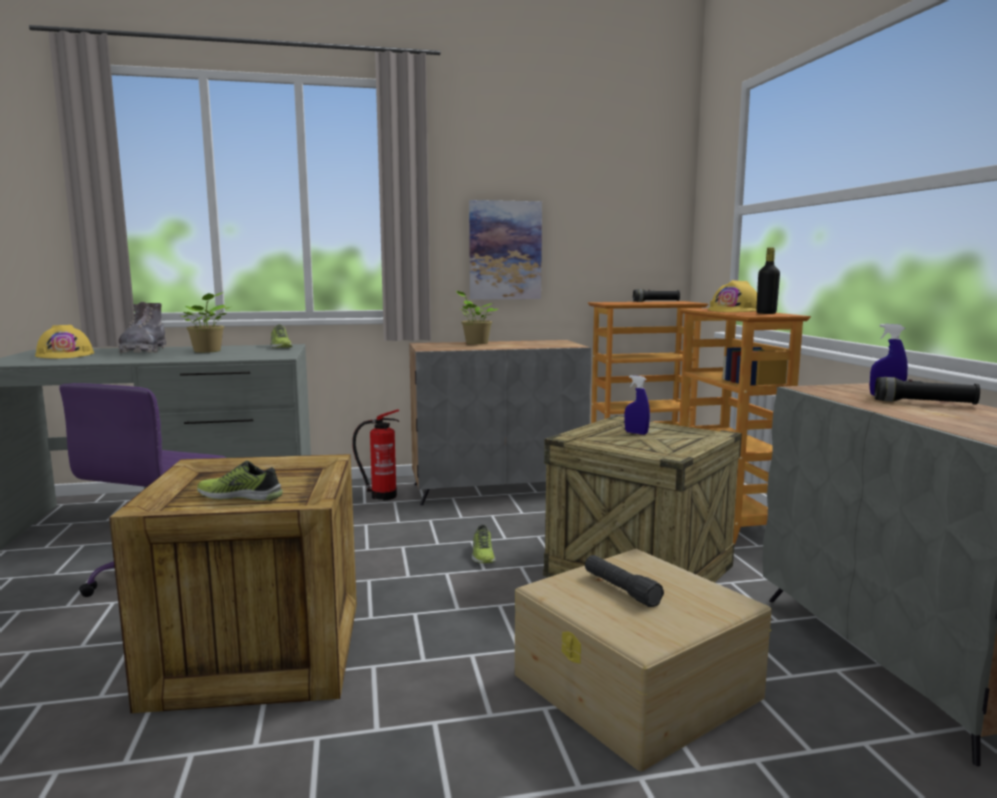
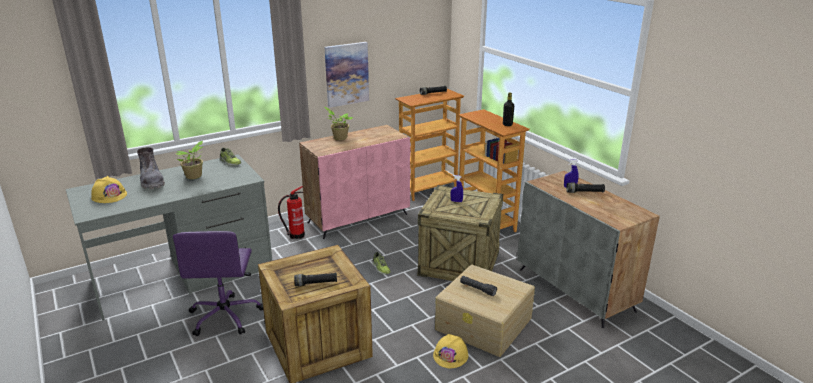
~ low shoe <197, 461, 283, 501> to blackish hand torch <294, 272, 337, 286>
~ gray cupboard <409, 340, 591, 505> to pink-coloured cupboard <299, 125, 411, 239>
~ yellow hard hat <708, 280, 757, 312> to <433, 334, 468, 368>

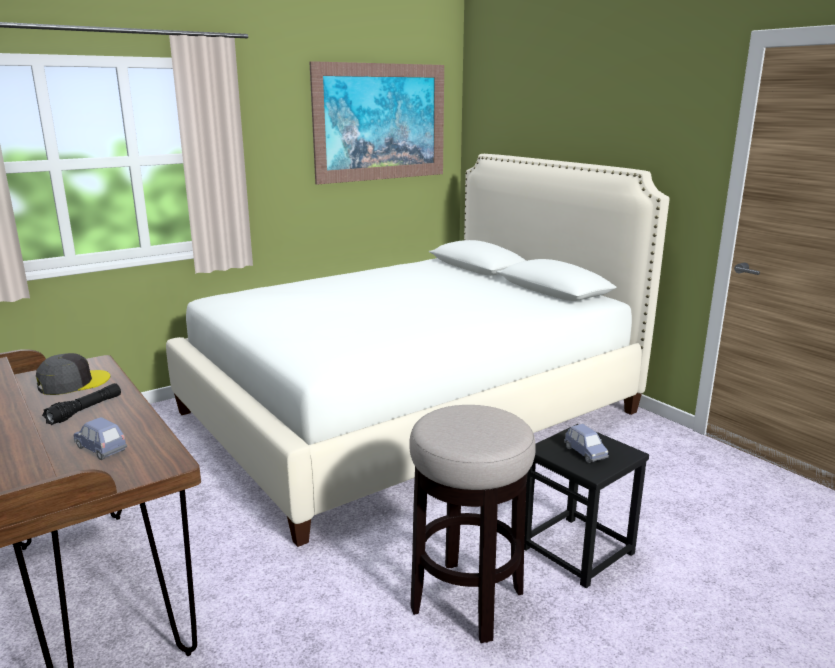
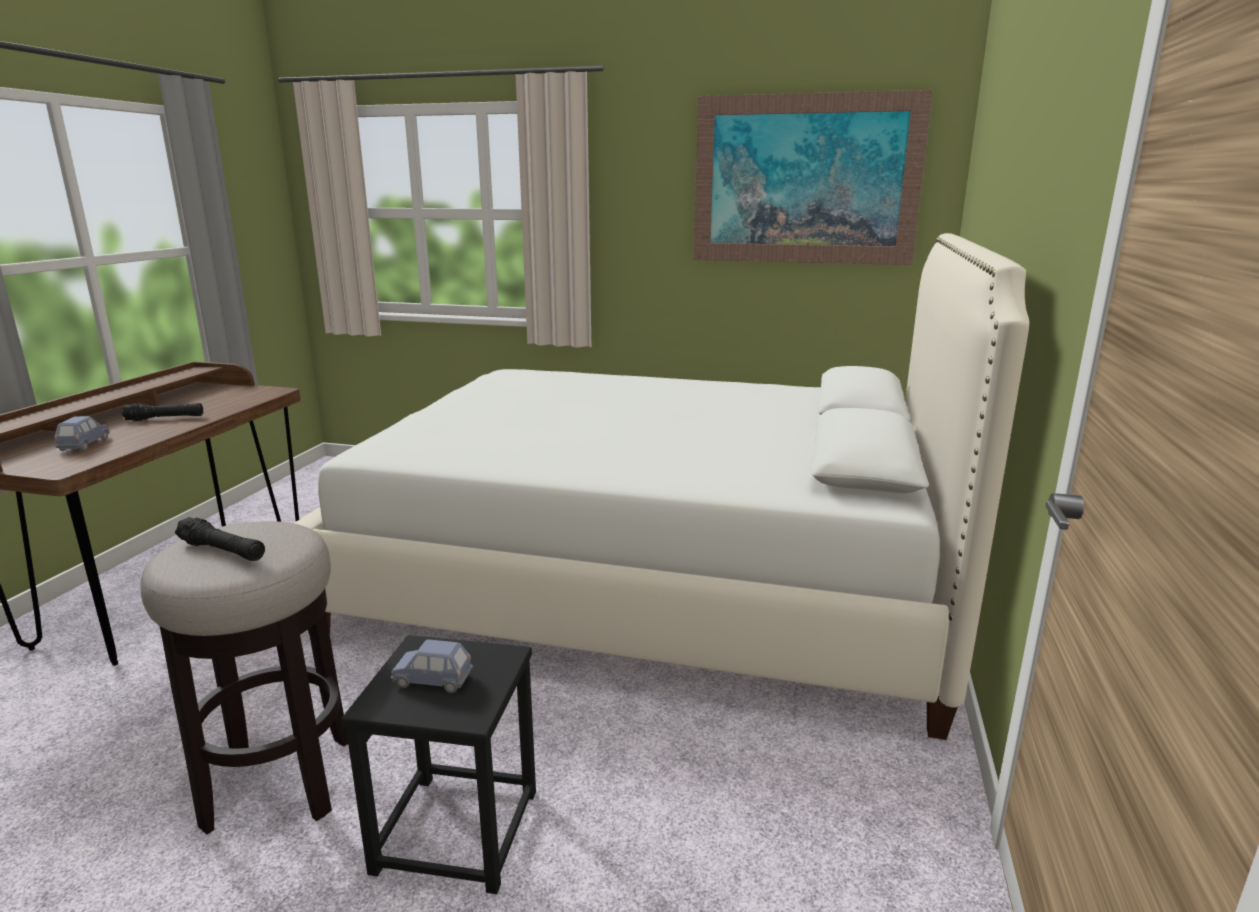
+ blackish hand torch <175, 517, 265, 561>
~ blue miniature car <564, 424, 609, 463> = <390, 639, 473, 693> 75 degrees clockwise
- gray baseball cap <36, 353, 110, 395>

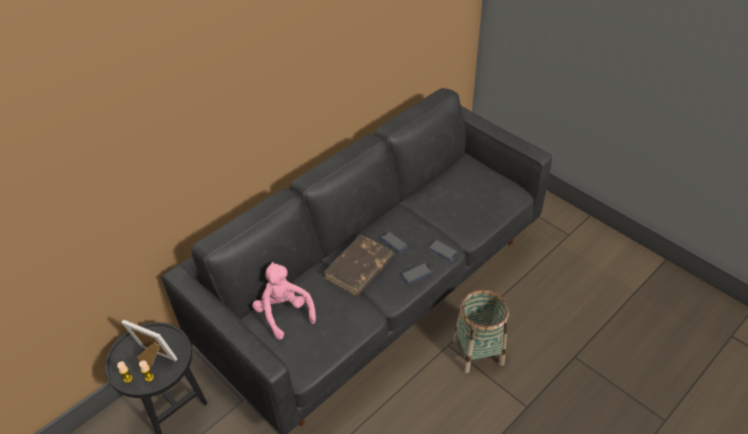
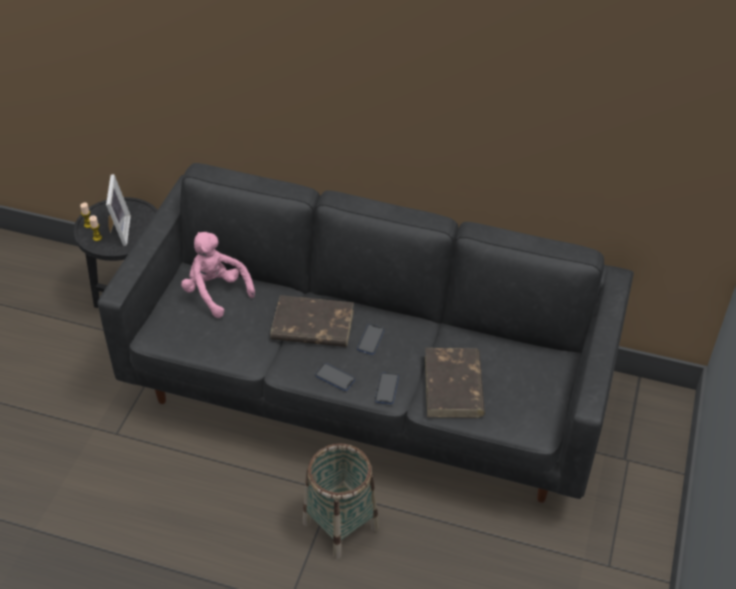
~ pink-coloured soft toy <252, 262, 316, 340> = <181, 232, 255, 318> 75 degrees counterclockwise
+ brown bound book <425, 348, 485, 418>

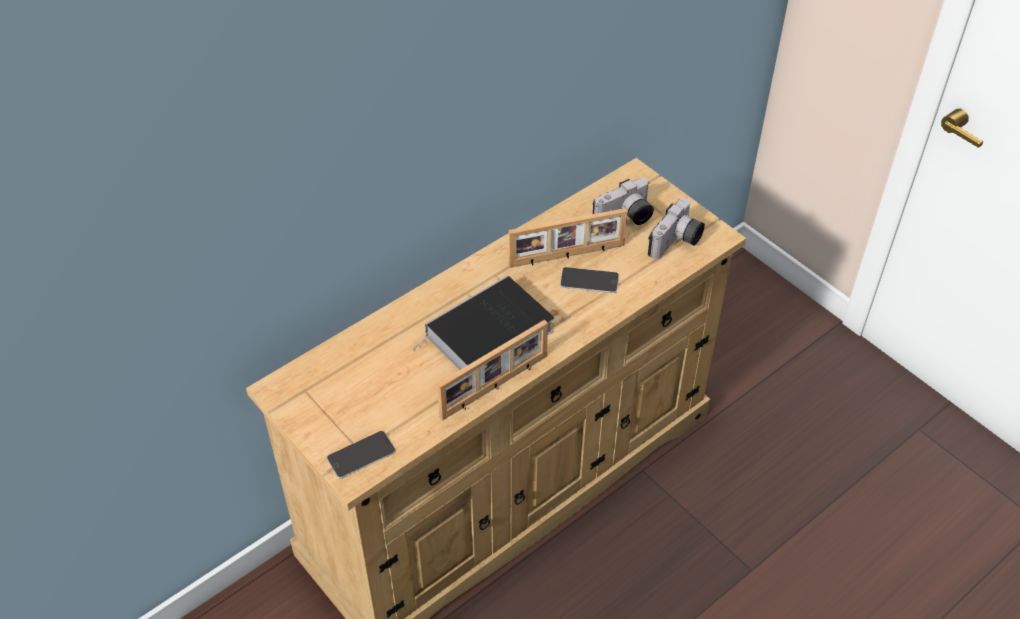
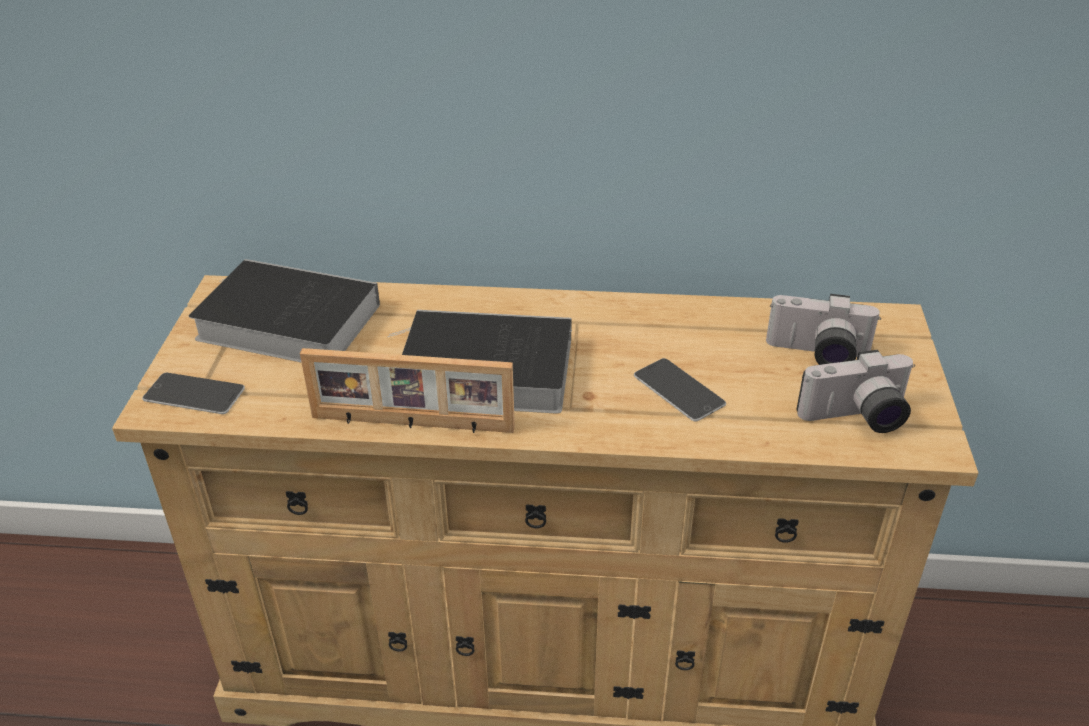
+ bound book <189, 259, 380, 362>
- picture frame <509, 208, 628, 268>

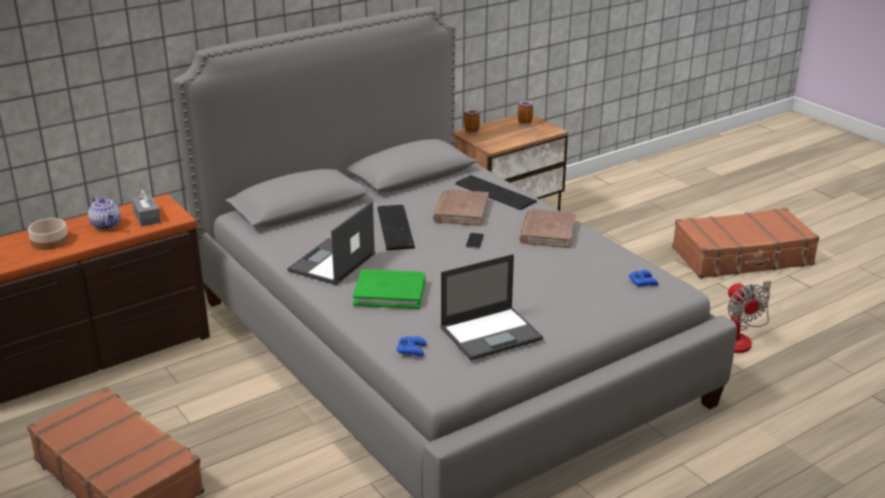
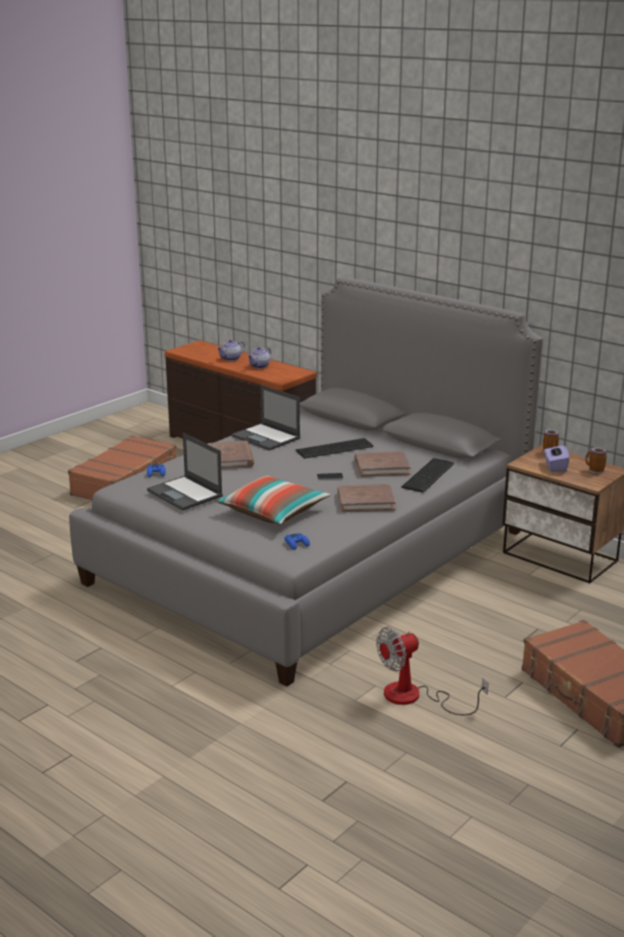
~ green-coloured bound book <353, 269, 425, 309> to brown bound book <208, 441, 254, 469>
~ deep dish <28, 218, 69, 250> to tea pot <217, 339, 245, 361>
+ pillow <217, 475, 330, 525>
~ laptop <287, 201, 375, 285> = <231, 385, 300, 451> 150 degrees counterclockwise
+ purple-coloured tissue holder <544, 444, 570, 472>
- gray tissue holder <132, 189, 161, 226>

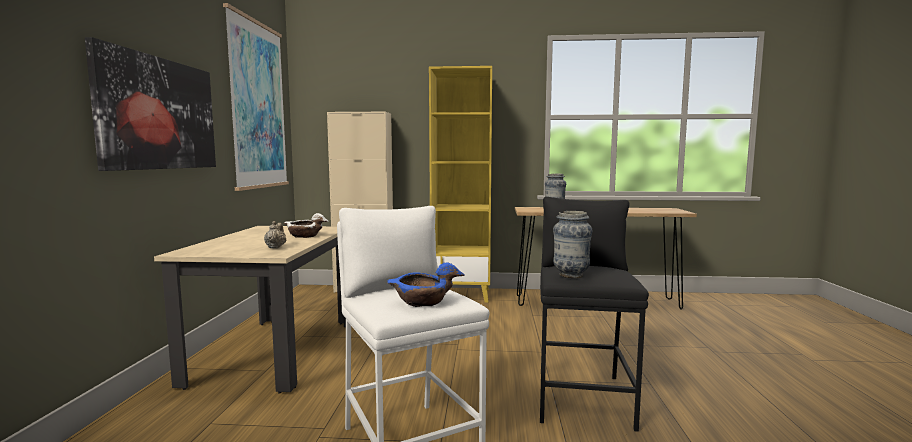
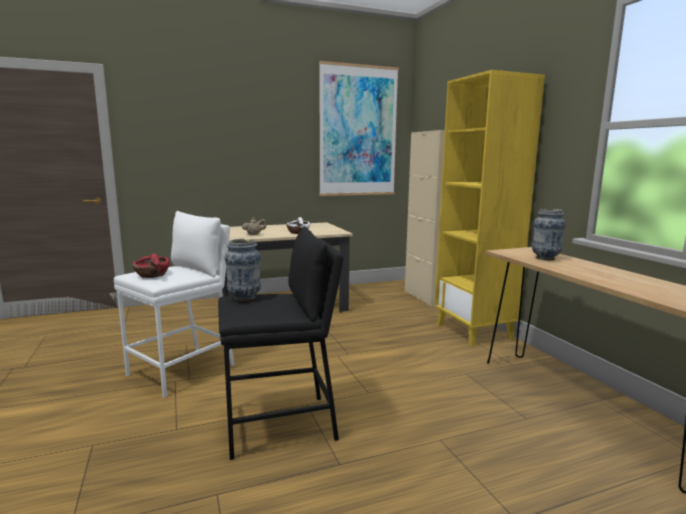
~ blue deep dish <387, 263, 465, 307> to red-coloured deep dish <132, 254, 170, 278>
- wall picture <85, 37, 216, 171>

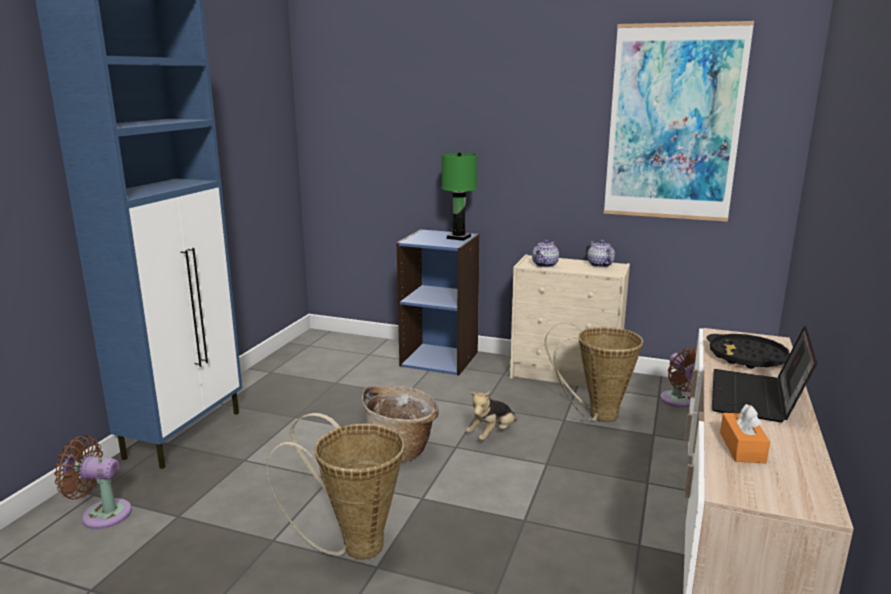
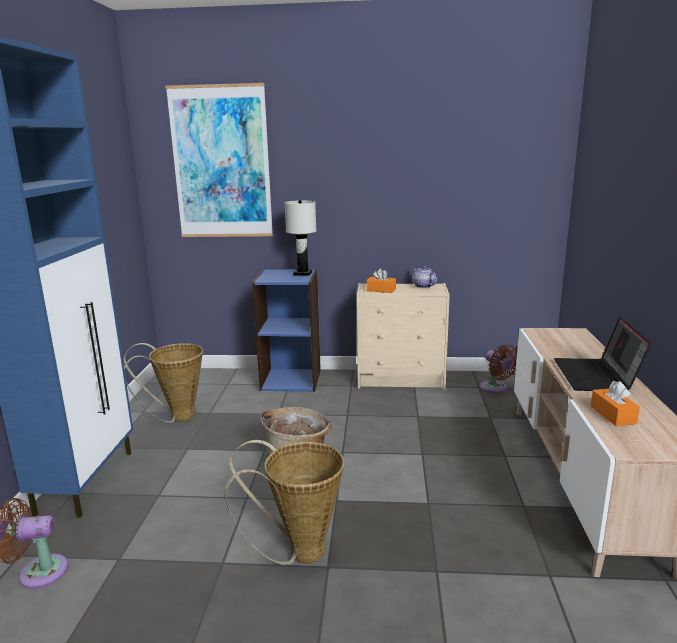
~ household basket <545, 322, 643, 422> to <124, 343, 203, 423>
~ wall picture <604, 21, 754, 222> to <165, 83, 273, 237>
~ green-coloured lamp for a table <441, 152, 477, 241> to whitish lamp for a table <285, 200, 317, 276>
~ tea pot <532, 240, 559, 267> to orange tissue holder <367, 268, 396, 293>
- soft toy <466, 392, 517, 440>
- blackish serving tray <707, 334, 790, 369>

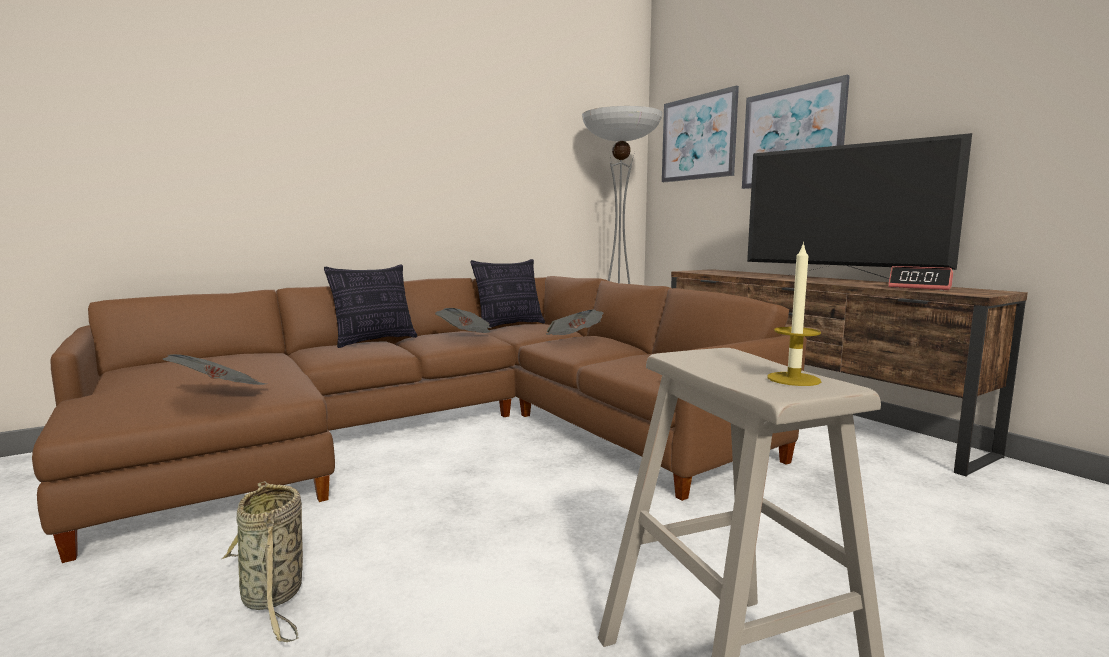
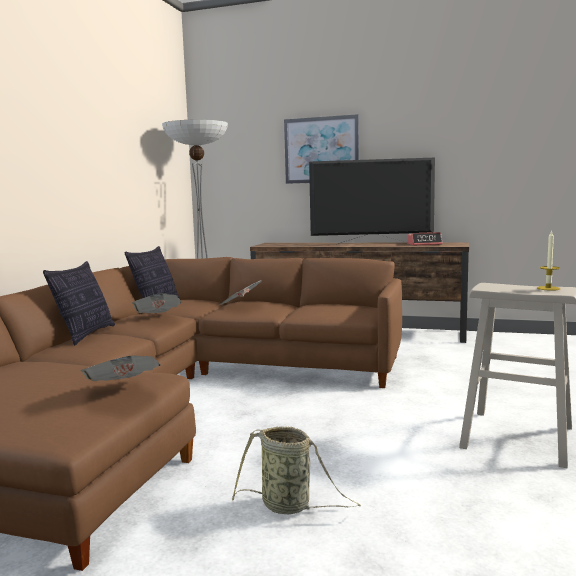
- wall picture <662, 86, 739, 182>

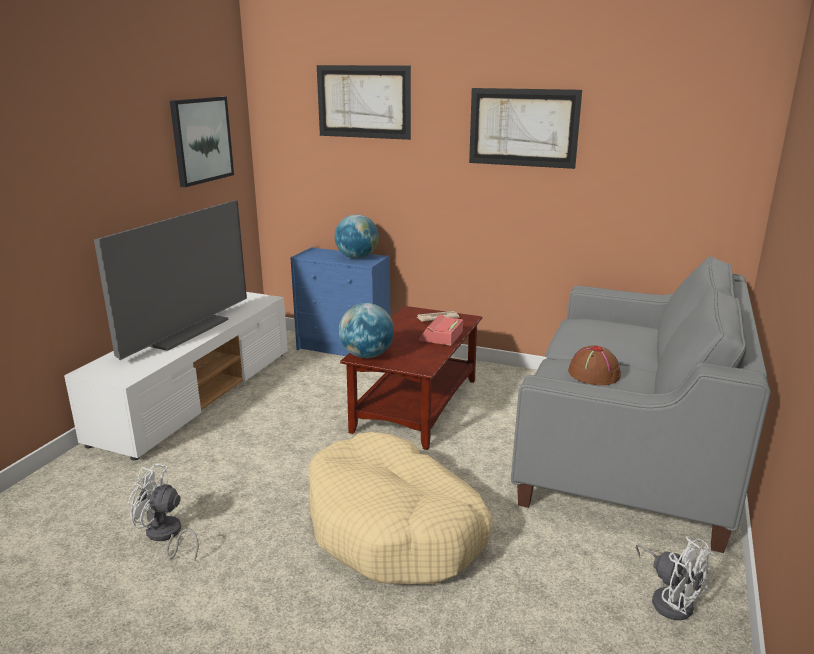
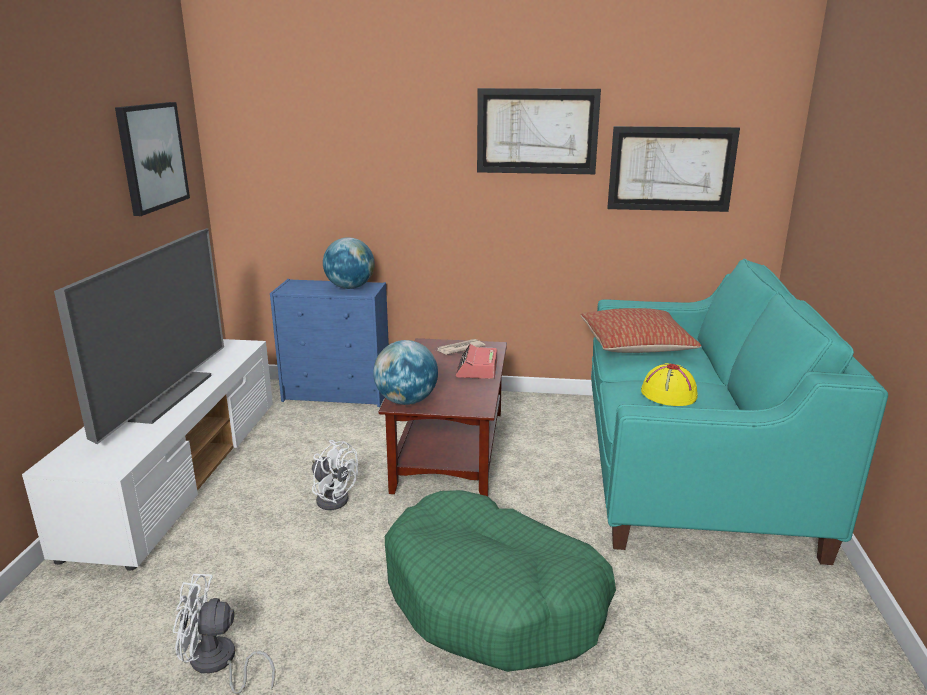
~ whitish electric fan <635, 536, 713, 621> to <312, 440, 358, 510>
~ beige dog bed <309, 432, 492, 585> to green-coloured dog bed <385, 490, 616, 672>
+ pillow <581, 308, 701, 353>
~ gray settee <511, 256, 771, 553> to turquoise-coloured settee <591, 259, 888, 565>
~ wall picture <317, 65, 411, 140> to <607, 126, 740, 212>
~ brown wearable hat <568, 345, 621, 385> to yellow wearable hat <641, 363, 698, 406>

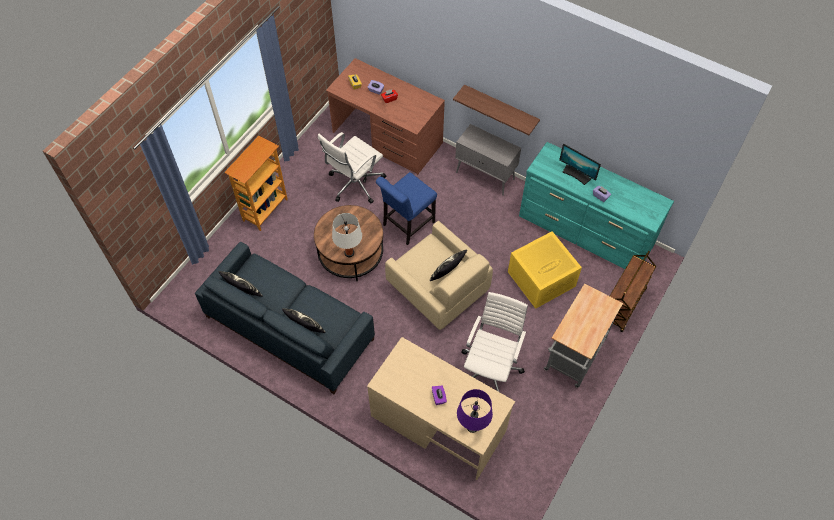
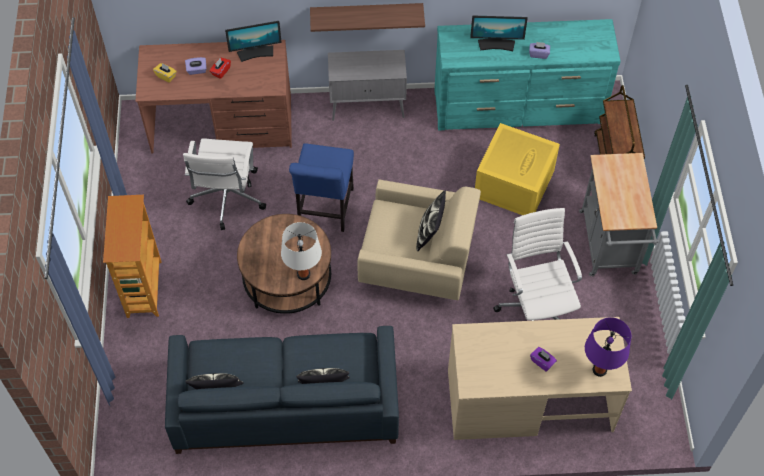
+ monitor <225, 21, 282, 62>

